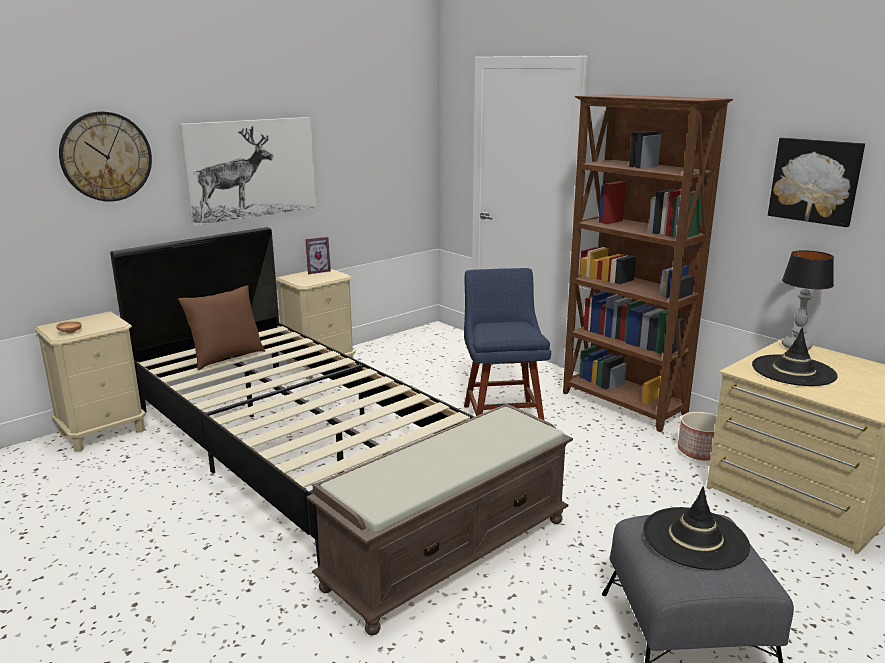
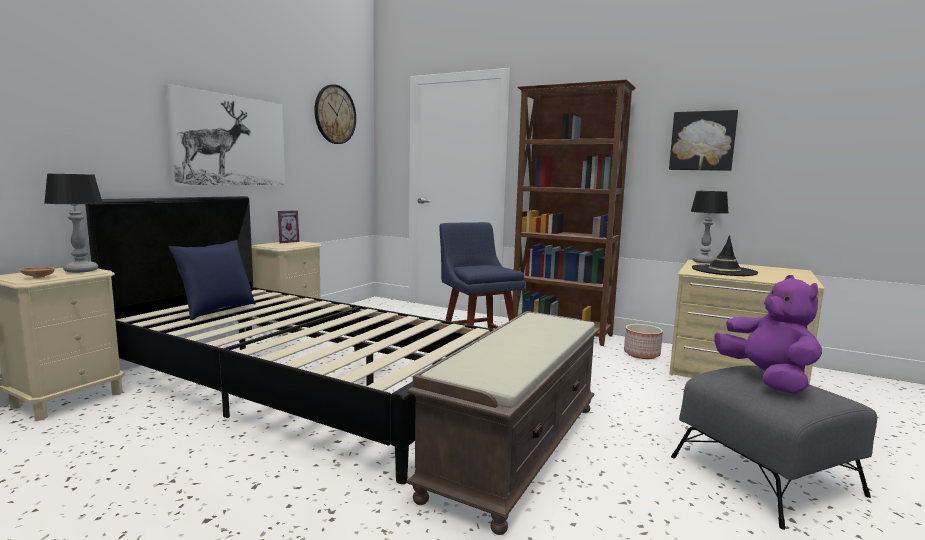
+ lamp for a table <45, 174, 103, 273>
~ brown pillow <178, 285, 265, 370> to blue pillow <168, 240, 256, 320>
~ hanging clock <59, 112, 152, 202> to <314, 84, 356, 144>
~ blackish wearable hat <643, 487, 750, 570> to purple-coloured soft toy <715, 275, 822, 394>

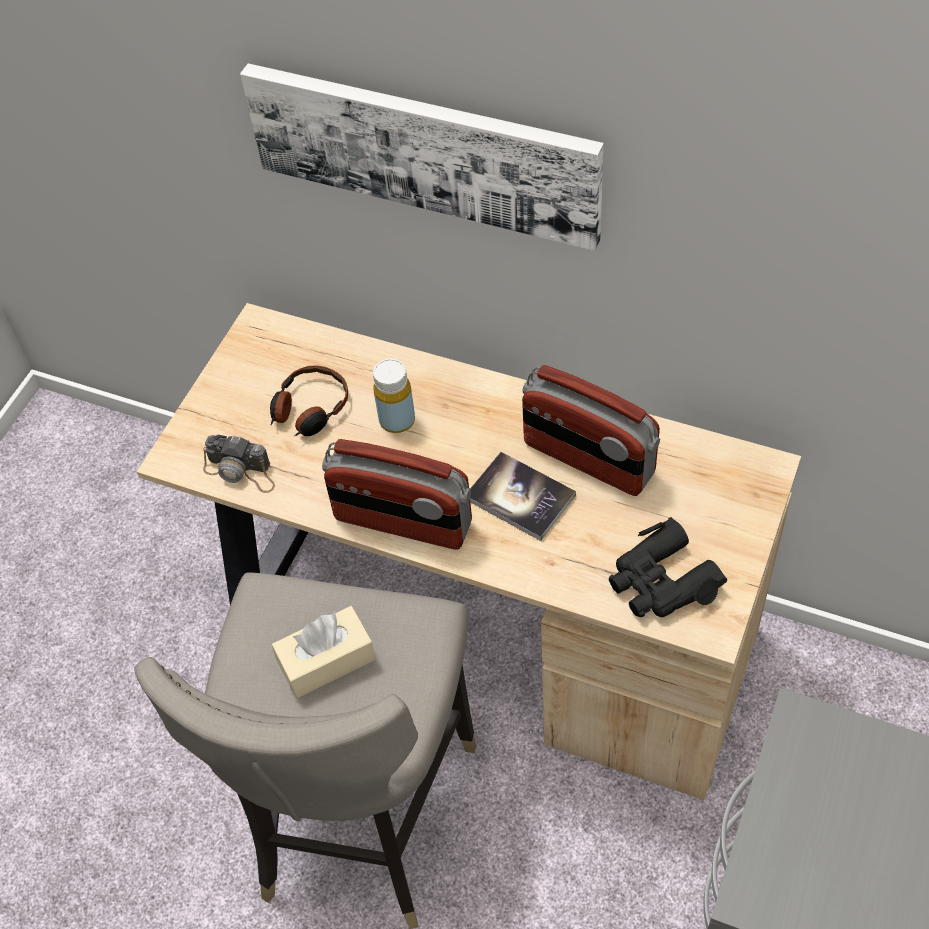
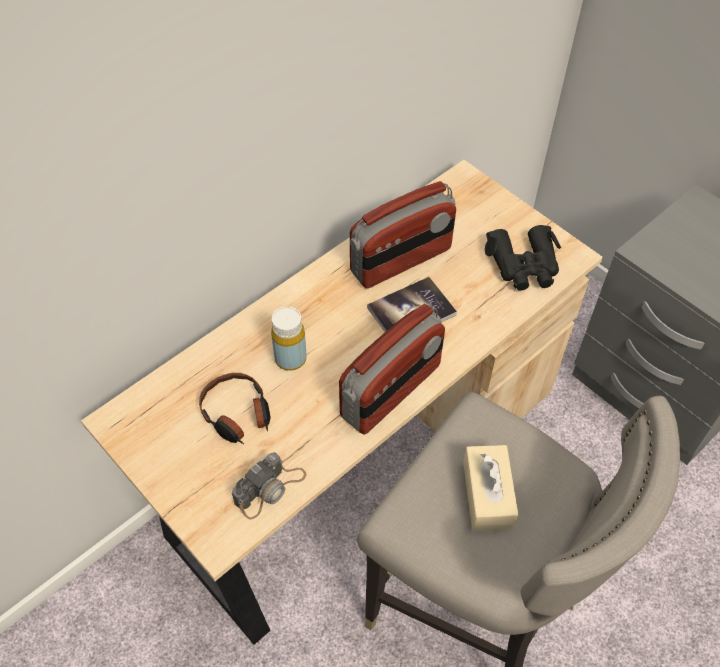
- wall picture <240, 63, 604, 251>

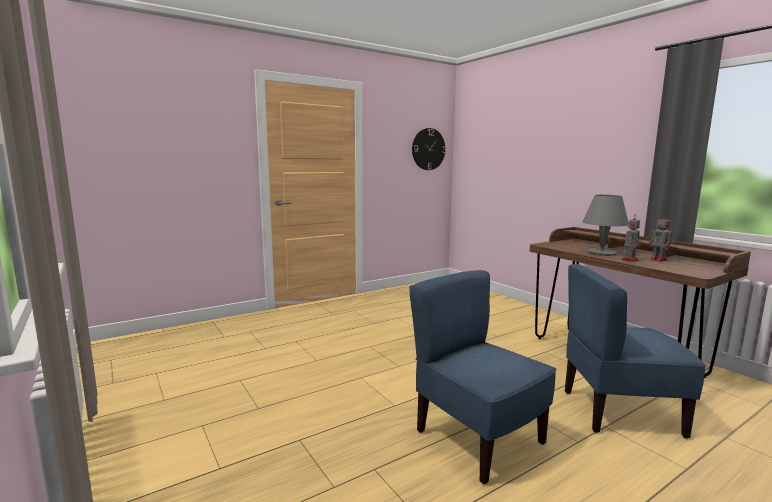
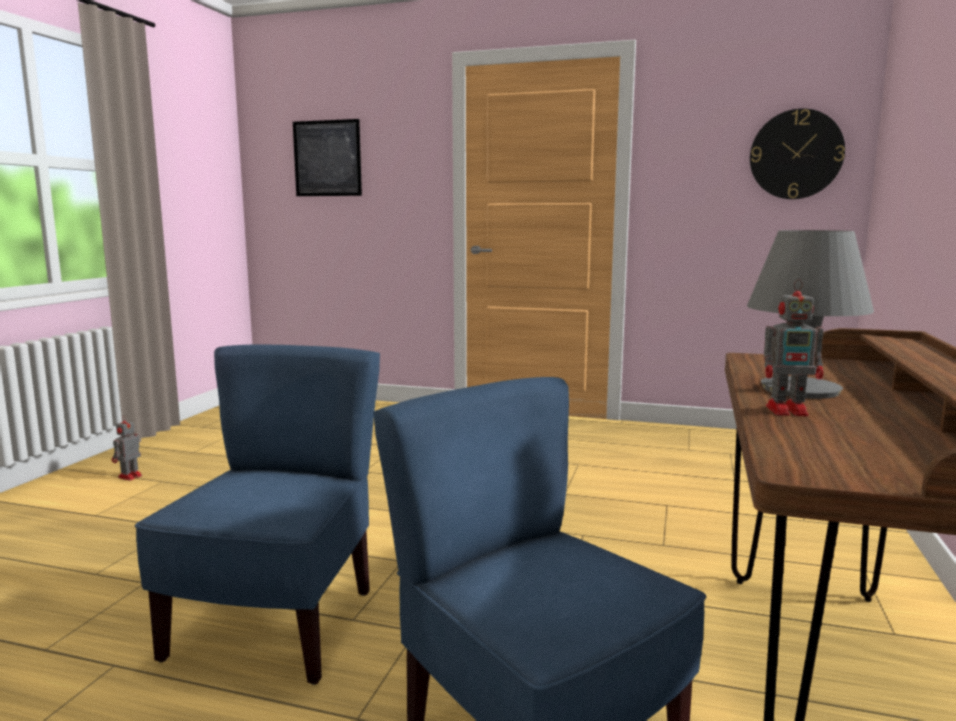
~ robot figure <648, 214, 674, 262> to <112, 415, 142, 481>
+ wall picture <293, 119, 362, 196>

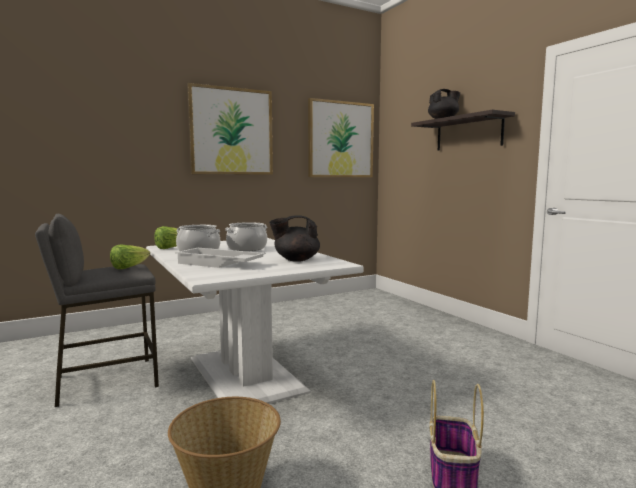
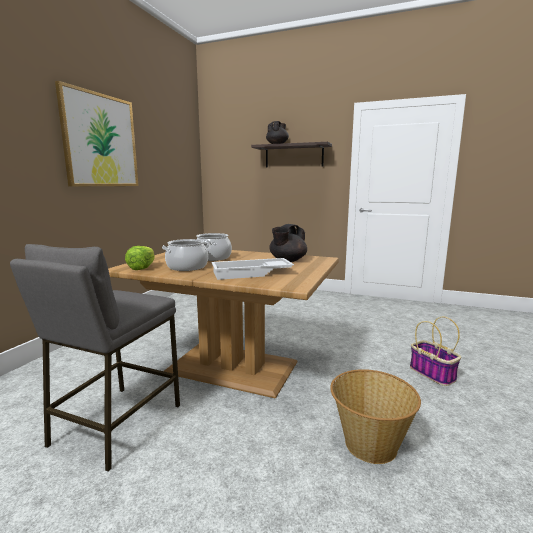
~ whitish kitchen table <146, 238, 364, 404> to brown kitchen table <108, 250, 339, 398>
- head of lettuce <110, 244, 150, 269>
- wall picture <308, 98, 374, 177>

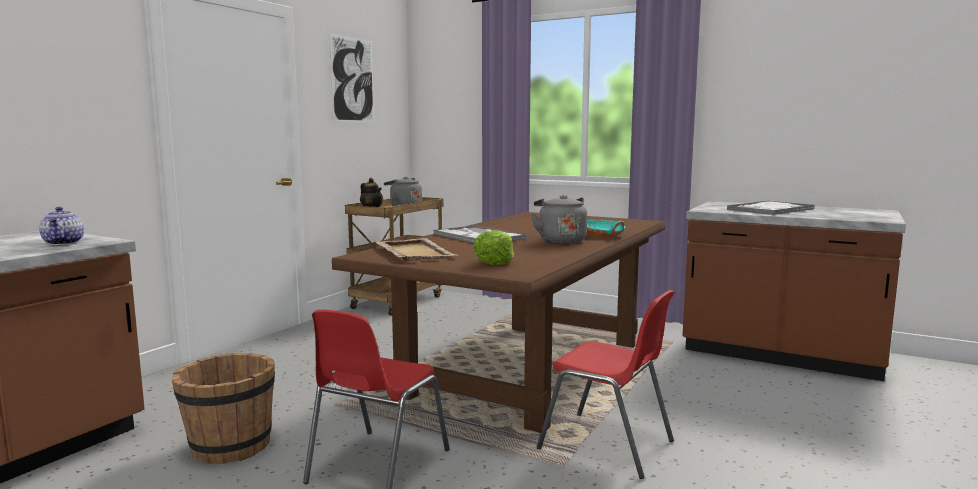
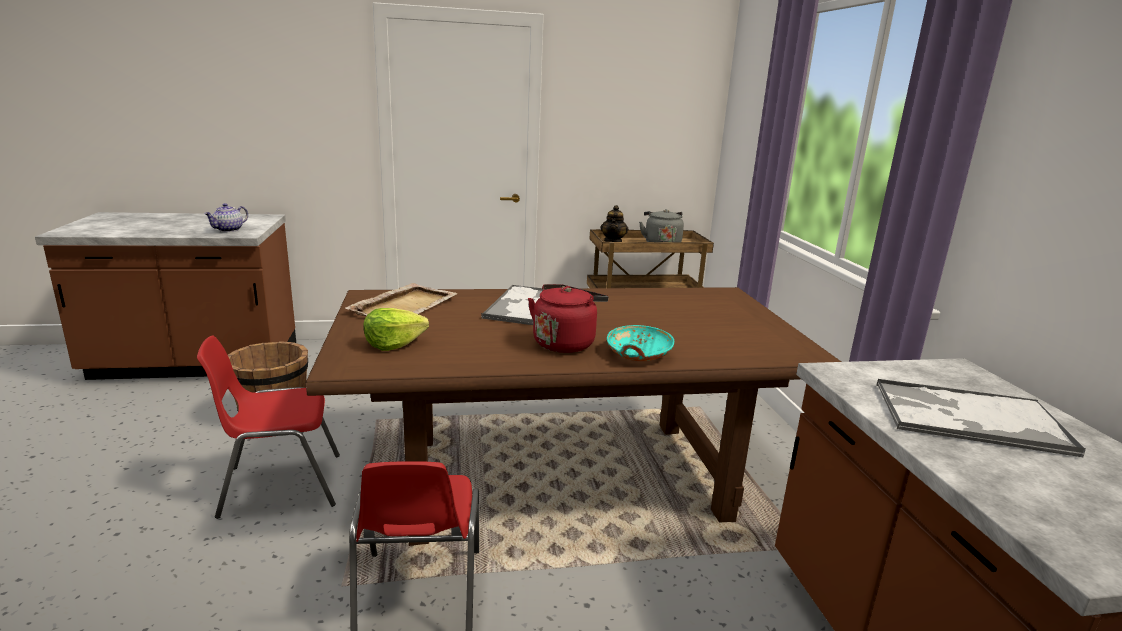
~ gray tea kettle <531, 195, 587, 244> to red-coloured tea kettle <528, 284, 608, 353>
- wall picture <329, 33, 374, 122>

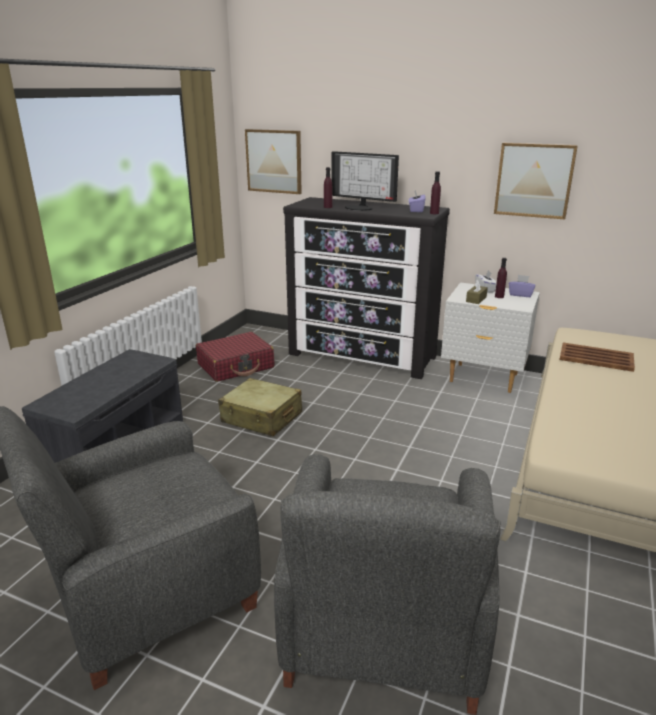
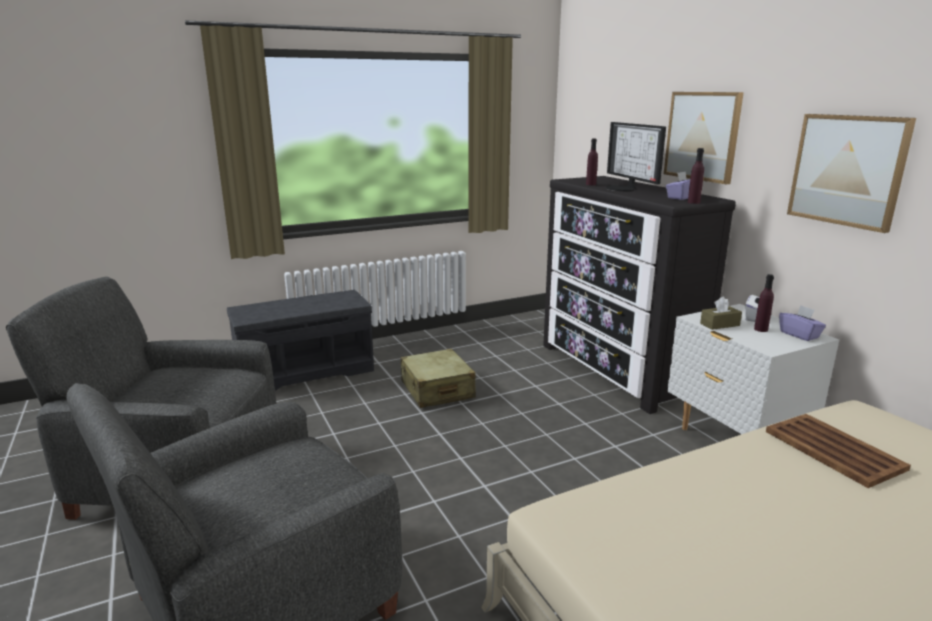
~ wall picture <245, 129, 302, 194> to <664, 92, 744, 184>
- red-coloured suitcase <196, 332, 274, 382>

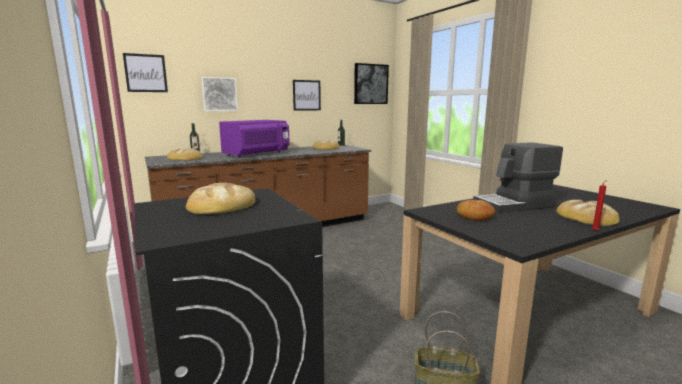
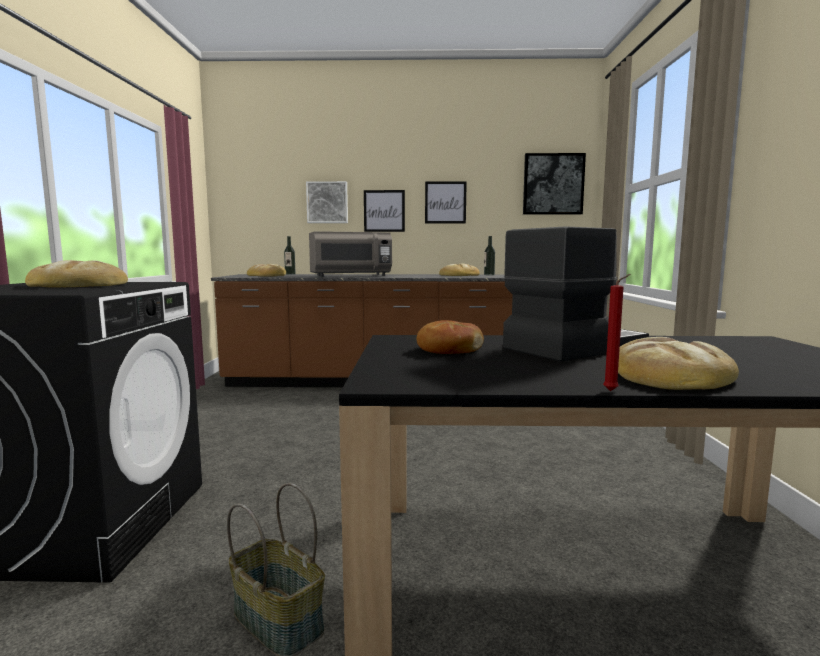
~ purple-coloured microwave oven <219, 120, 290, 157> to gray microwave oven <309, 231, 392, 277>
~ wall picture <123, 53, 168, 92> to <364, 190, 405, 232>
~ coffee machine <473, 142, 563, 213> = <503, 226, 649, 362> 135 degrees clockwise

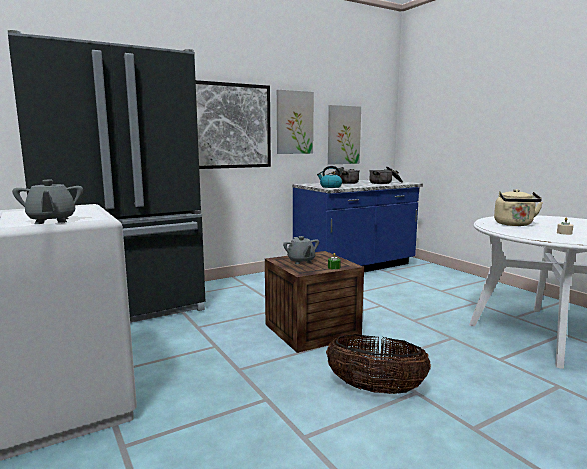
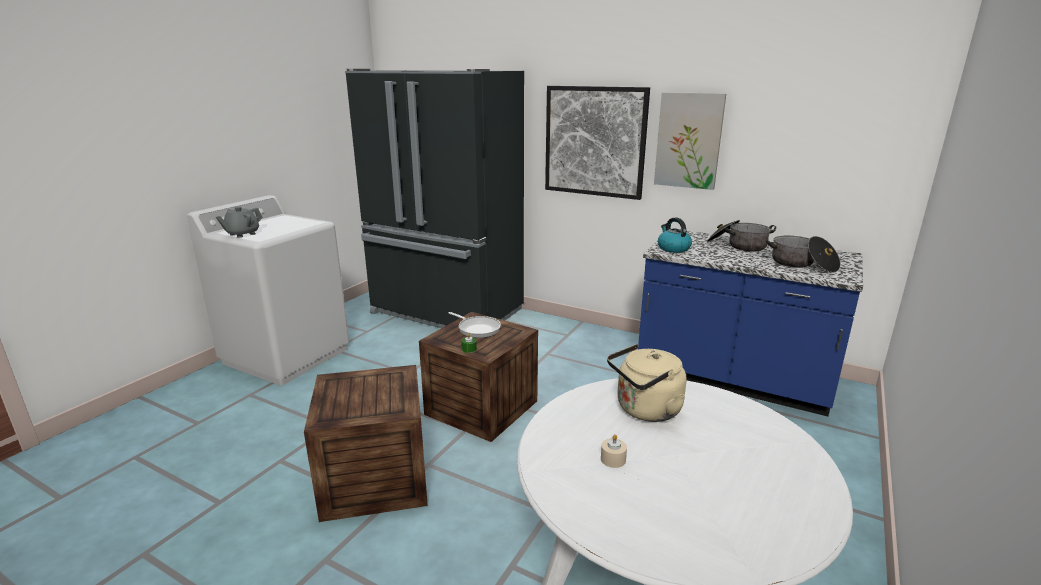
~ household basket <326, 334, 431, 394> to shipping crate <304, 365, 428, 522>
~ gray tea pot <283, 236, 319, 264> to pan <448, 312, 501, 338>
- wall picture <328, 105, 361, 165>

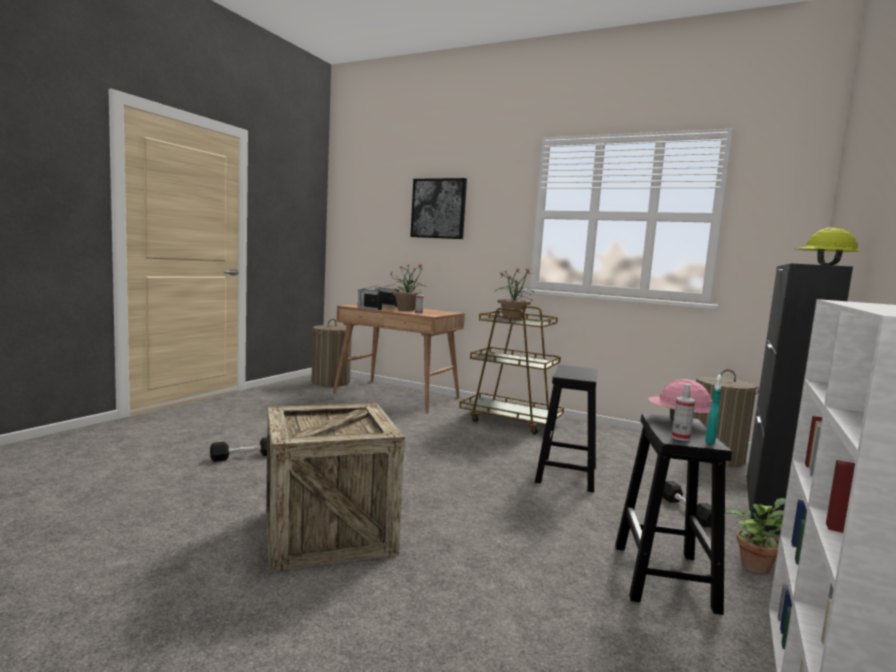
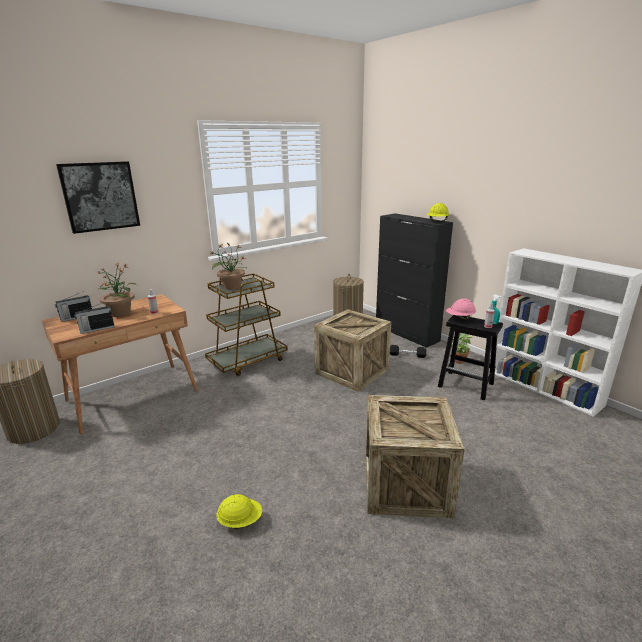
~ blackish free weight <210, 437, 267, 462> to yellow hard hat <217, 494, 262, 530>
~ blackish sitting stool <535, 365, 598, 492> to shipping crate <314, 309, 391, 392>

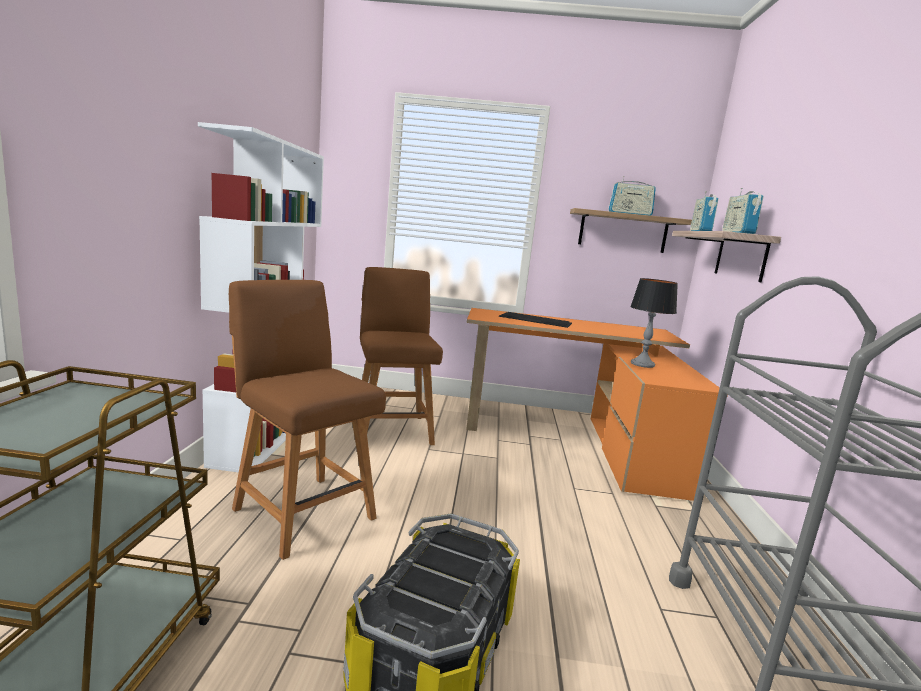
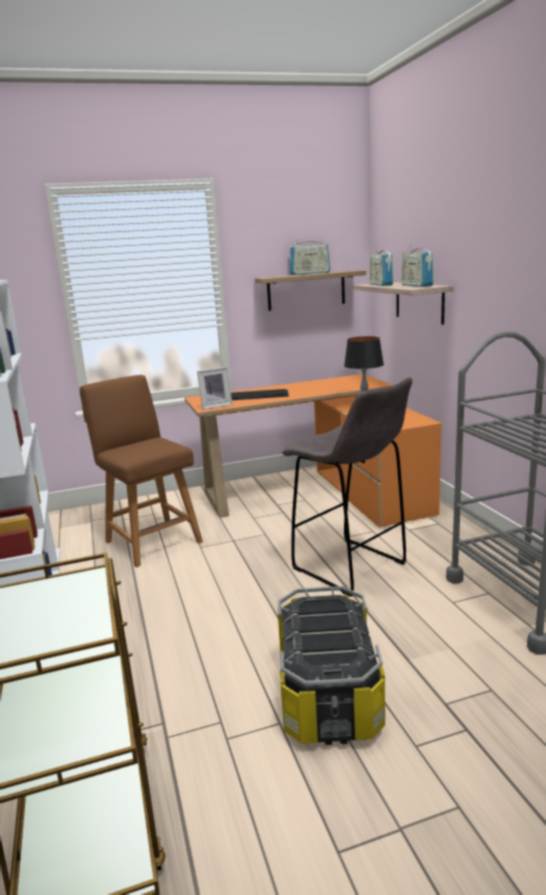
+ picture frame <197, 367, 232, 410>
+ gray sitting stool <282, 377, 412, 597>
- brown plain chair <229, 280, 386, 560>

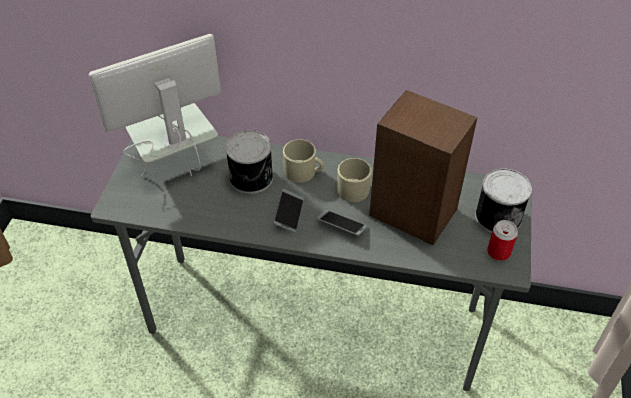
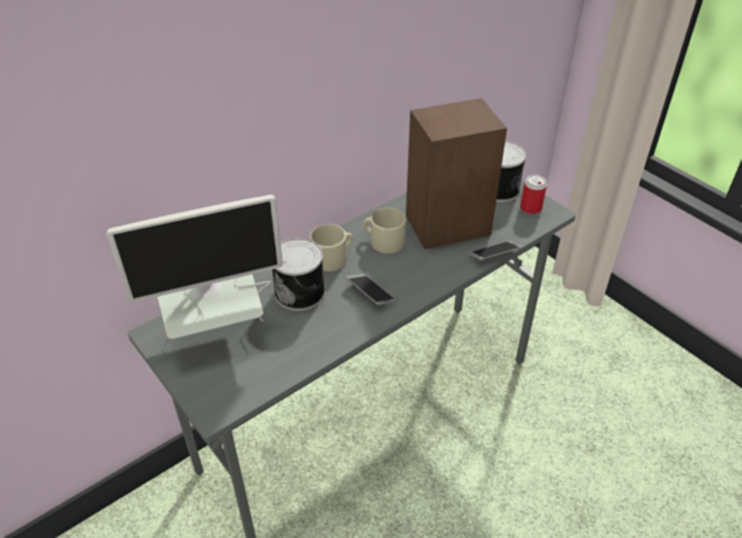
~ monitor <89, 34, 221, 177> = <106, 195, 283, 339> 120 degrees counterclockwise
~ telephone <316, 210, 367, 236> to <468, 241, 522, 260>

